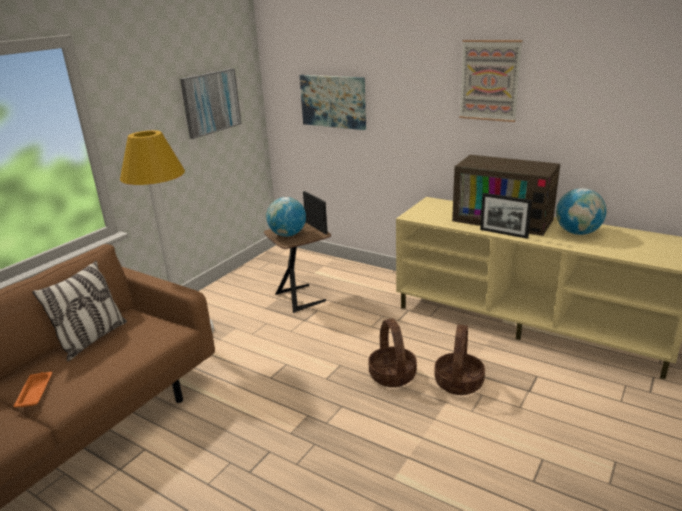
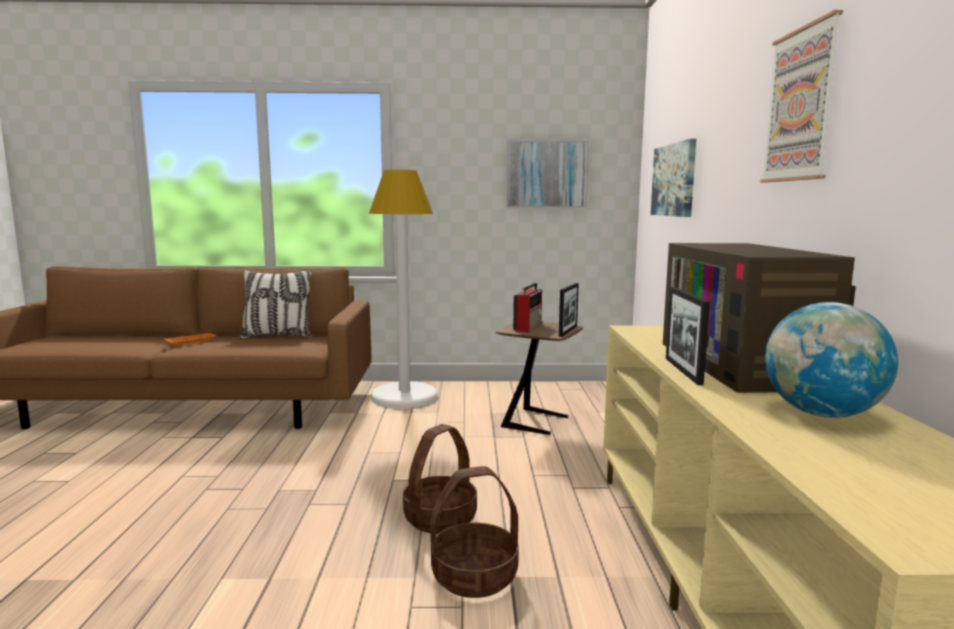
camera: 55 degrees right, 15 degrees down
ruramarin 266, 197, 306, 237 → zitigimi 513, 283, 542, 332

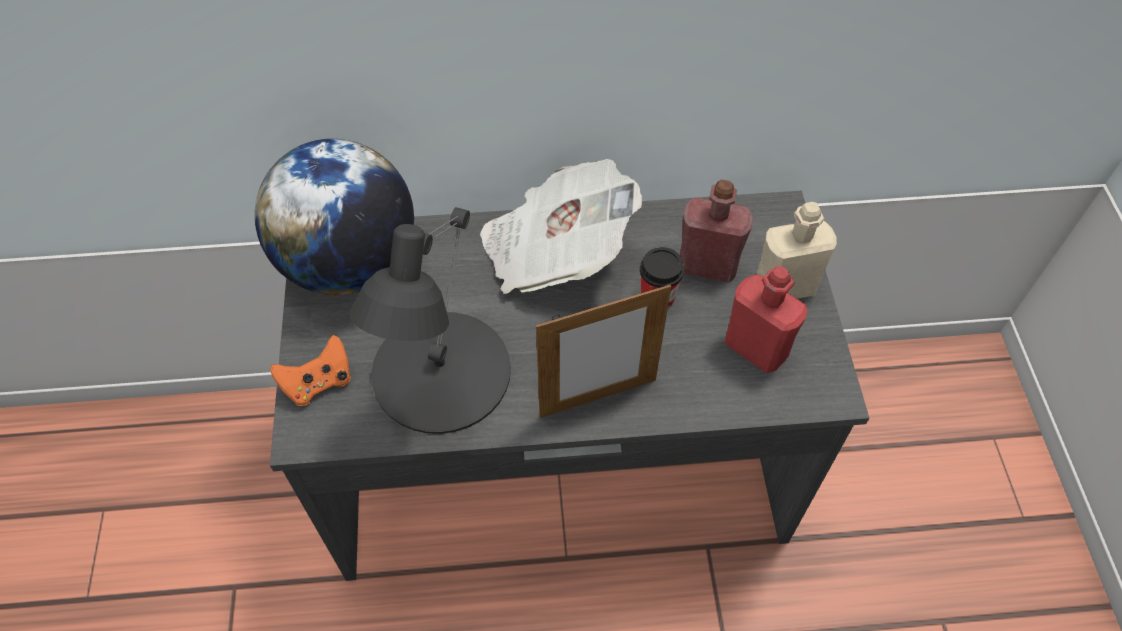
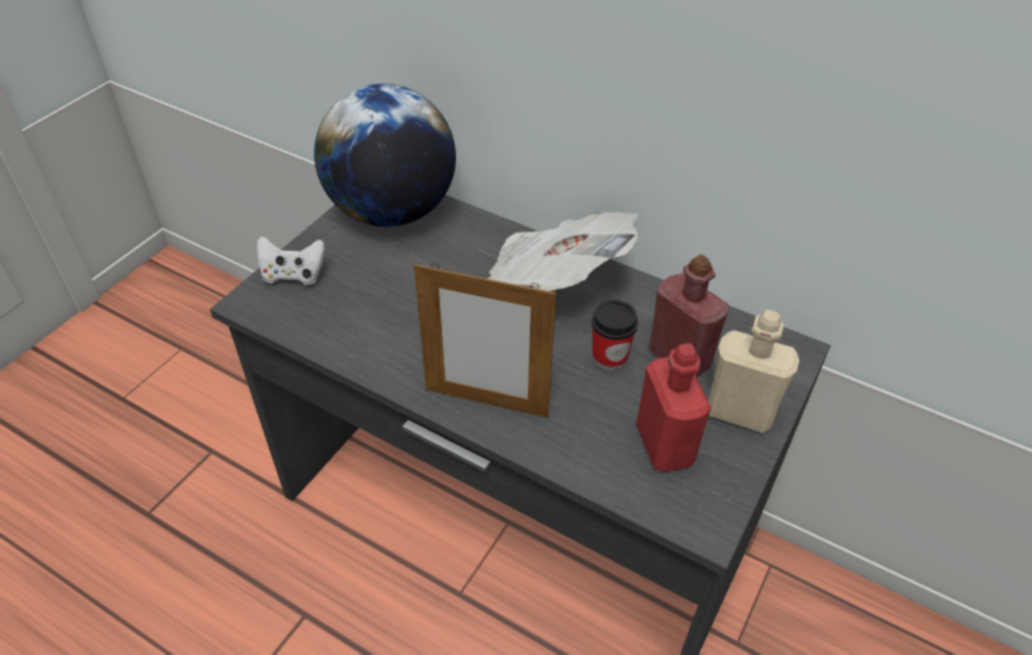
camera: 35 degrees right, 10 degrees down
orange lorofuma 270, 335, 351, 406 → white lorofuma 257, 236, 325, 285
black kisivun 350, 207, 511, 434 → -

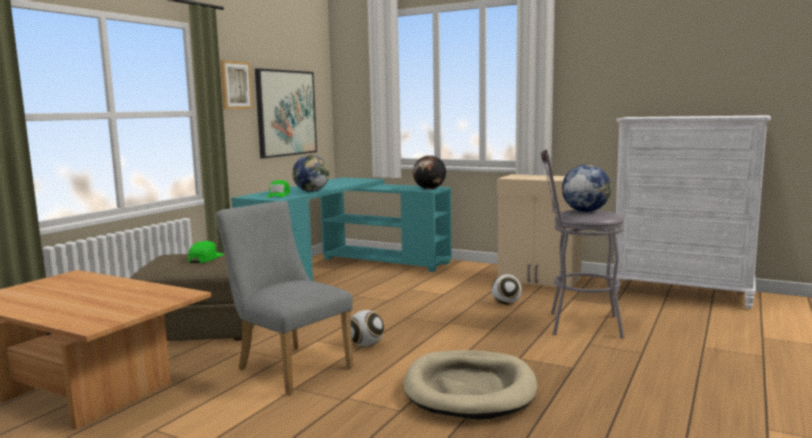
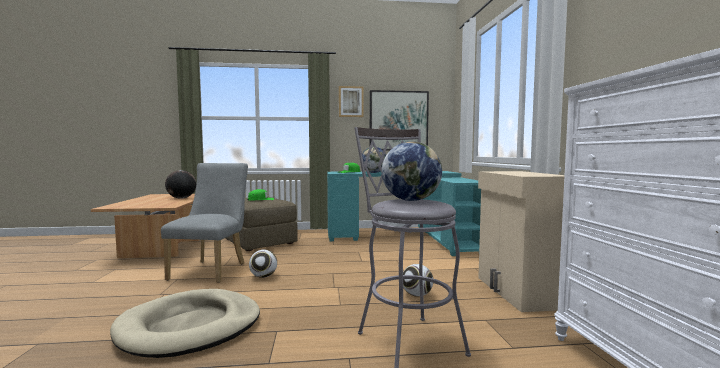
camera: 55 degrees right, 5 degrees down
ruramarin 413, 155, 446, 189 → ruramarin 165, 170, 196, 199, shifted

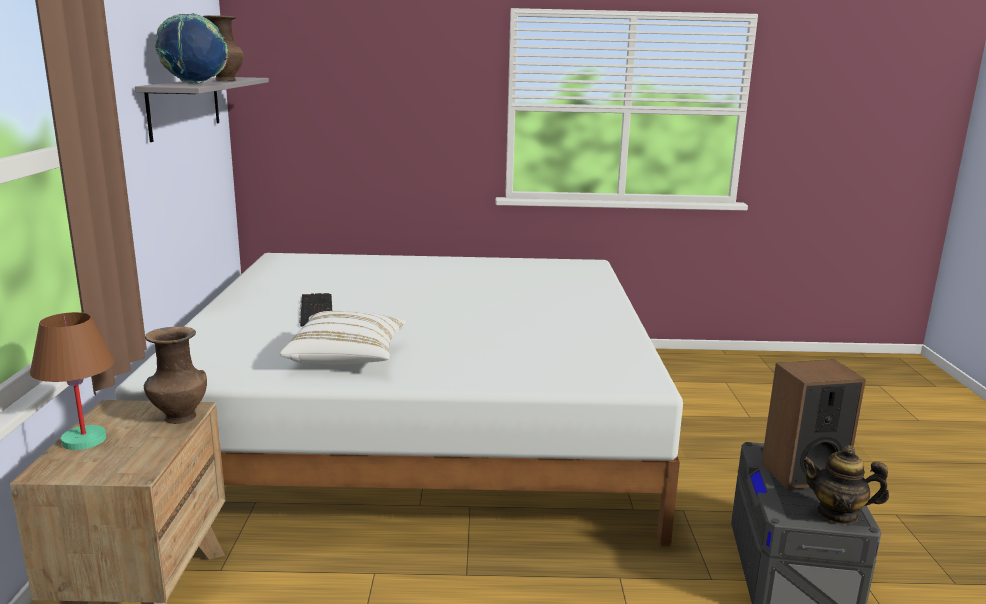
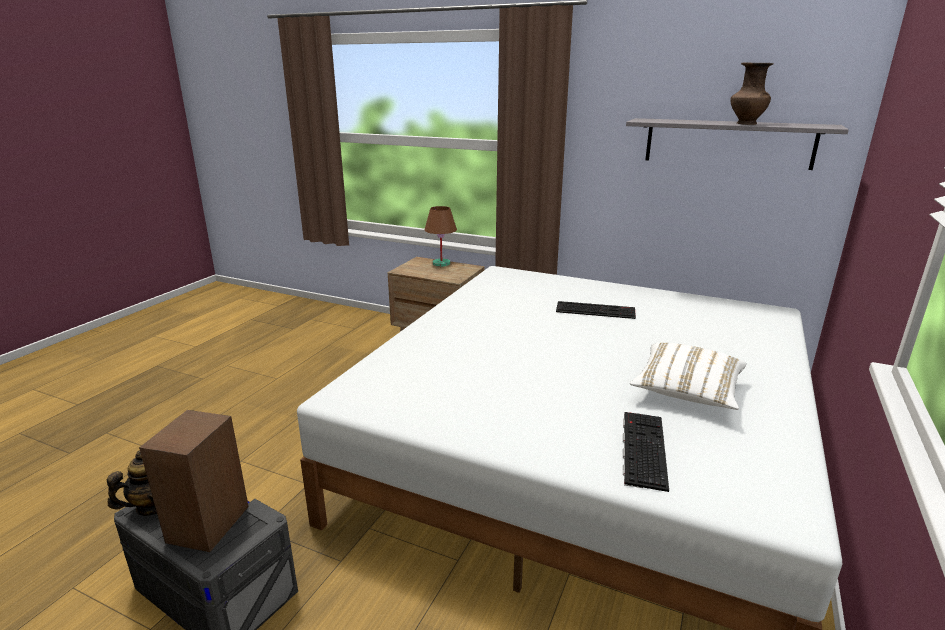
camera: 115 degrees right, 5 degrees up
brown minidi 144, 327, 207, 424 → -
ruramarin 155, 13, 228, 84 → -
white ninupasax 280, 311, 407, 364 → white ninupasax 630, 343, 746, 410, shifted
- → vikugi 623, 412, 669, 492

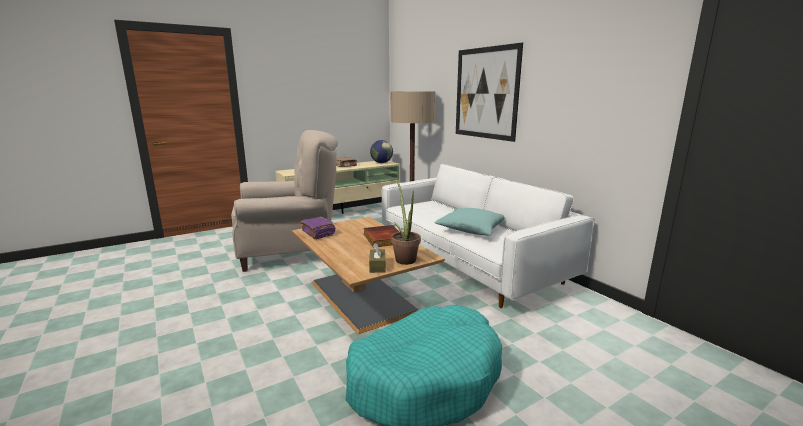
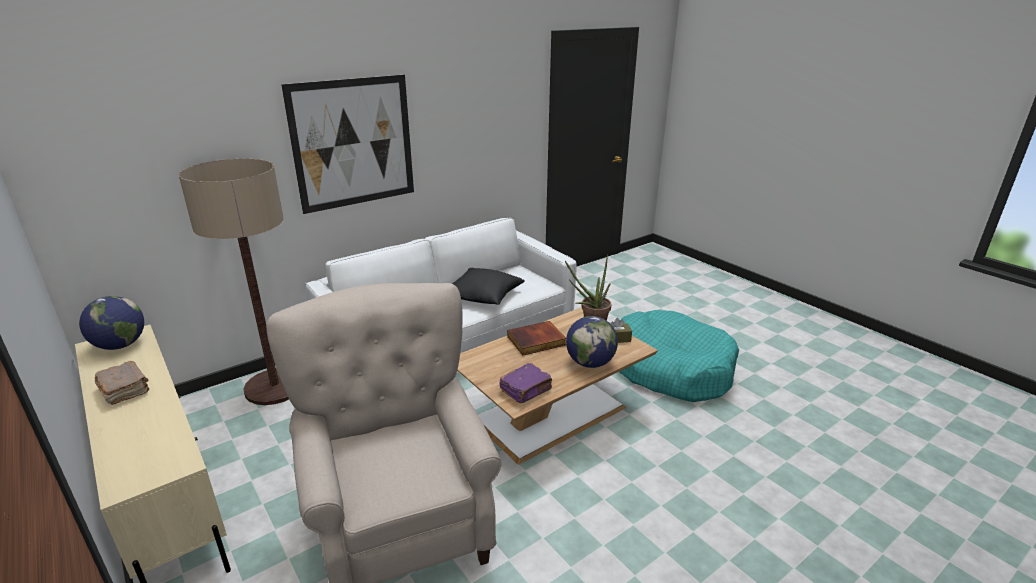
camera: 95 degrees left, 10 degrees up
turquoise ninupasax 435, 208, 504, 236 → black ninupasax 452, 268, 525, 305
- → ruramarin 566, 316, 618, 368

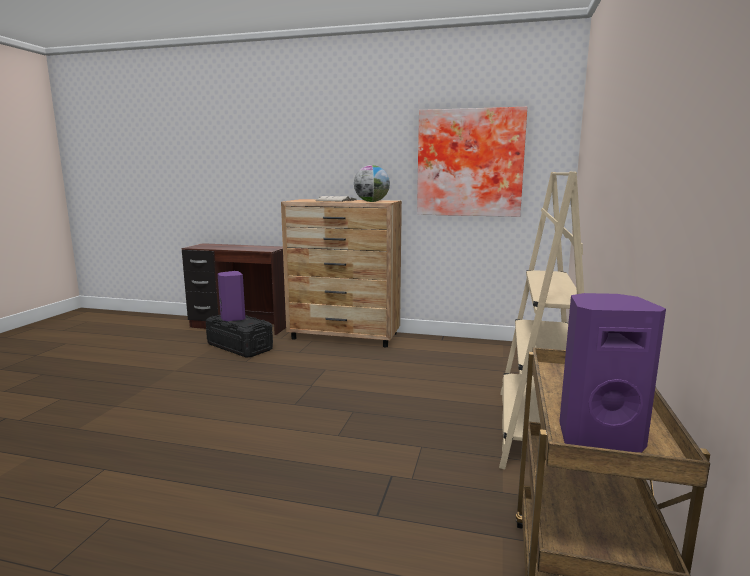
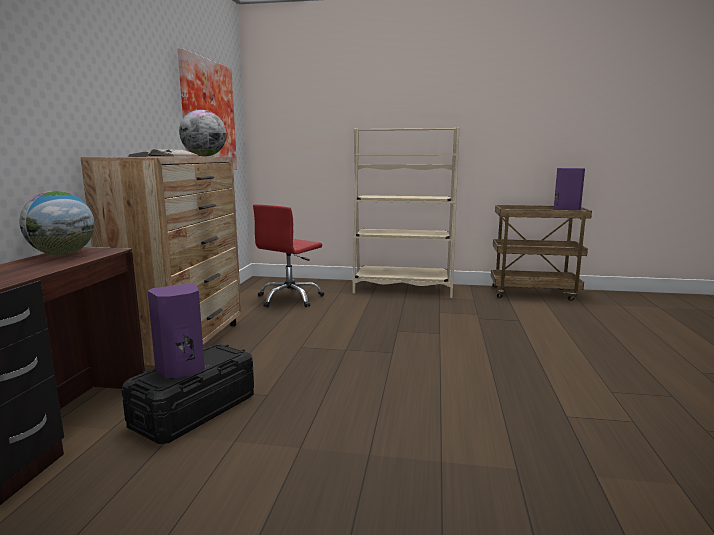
camera: 95 degrees left, 0 degrees up
- → ruramarin 20, 191, 95, 255
- → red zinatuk 253, 204, 324, 308

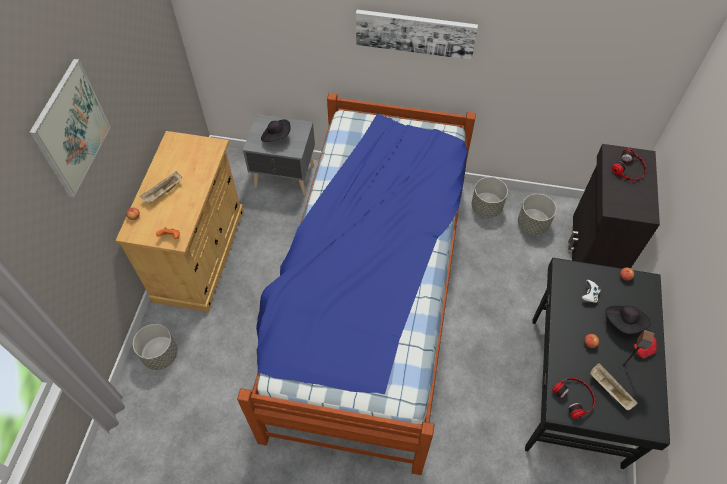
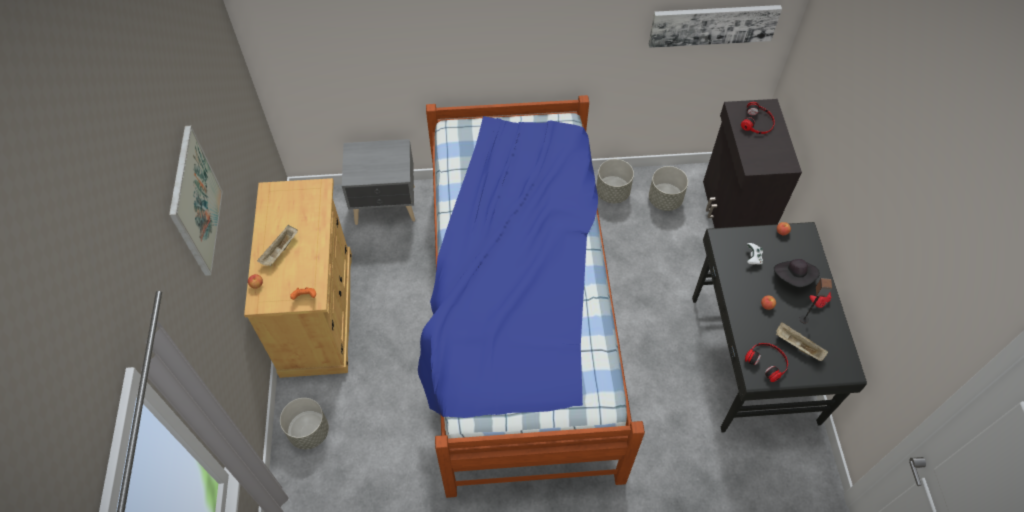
camera: 15 degrees left, 0 degrees up
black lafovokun 261, 119, 291, 142 → -
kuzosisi 356, 10, 478, 60 → kuzosisi 649, 5, 782, 48, shifted

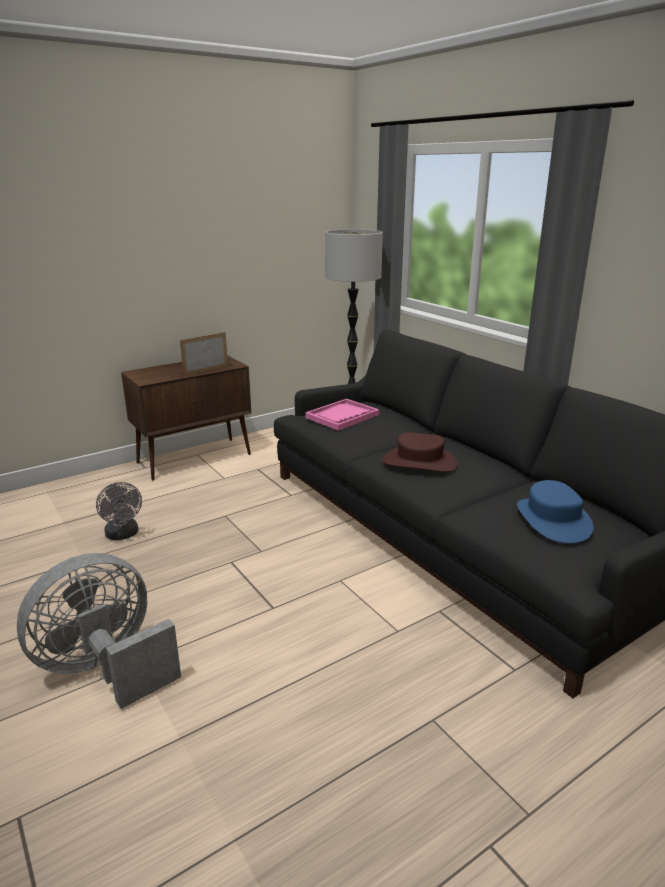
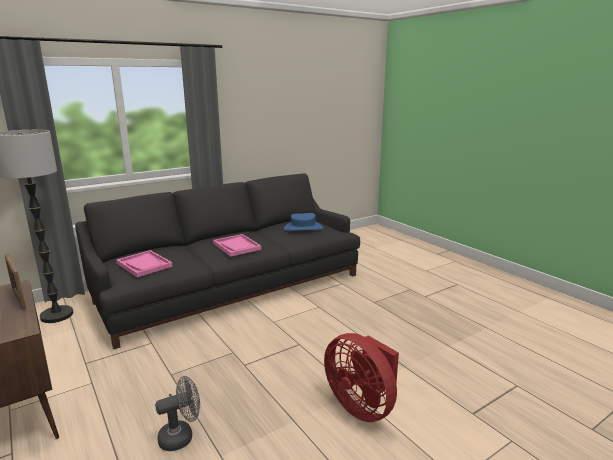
camera: 90 degrees left, 5 degrees down
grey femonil 17, 553, 181, 709 → red femonil 324, 333, 399, 422
brown lafovokun 383, 432, 458, 472 → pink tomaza 213, 234, 261, 257

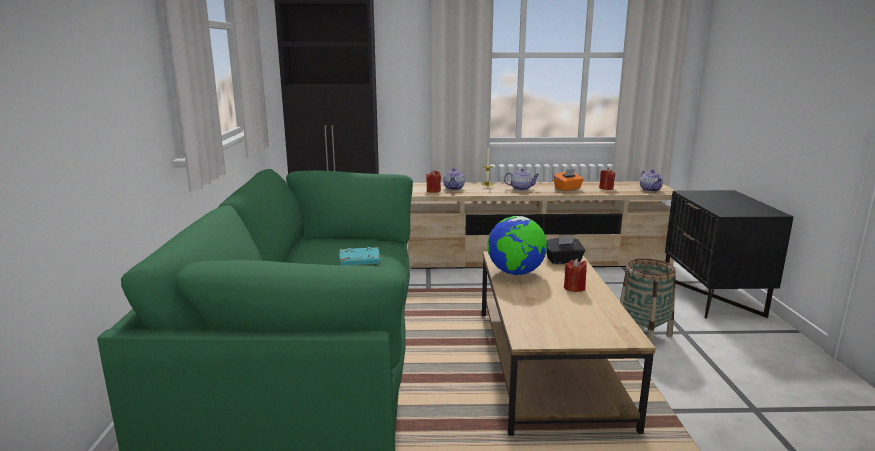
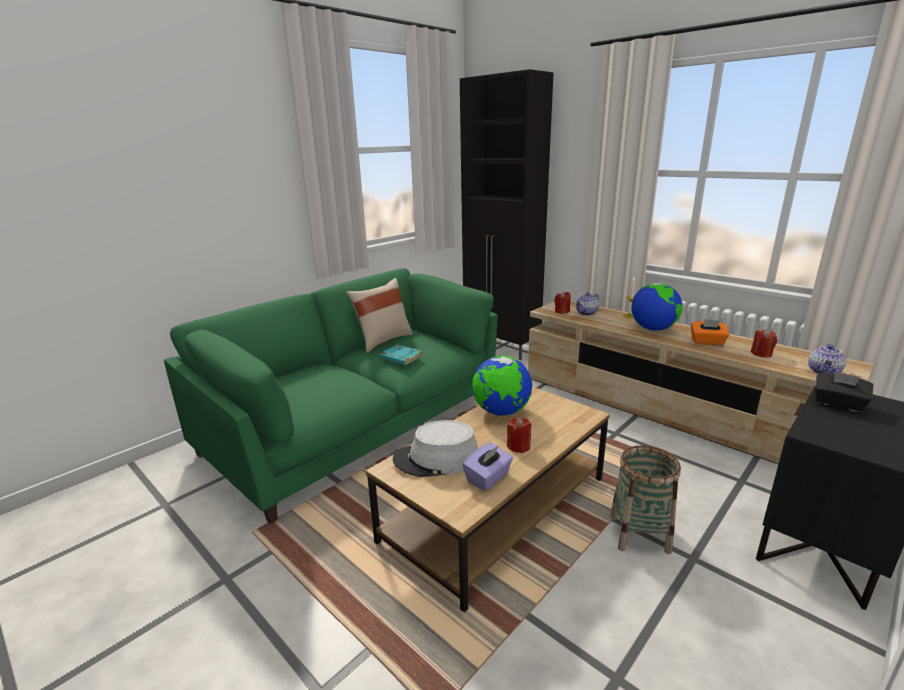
camera: 45 degrees right, 5 degrees up
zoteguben 504, 168, 539, 191 → ruramarin 631, 283, 683, 331
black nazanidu 546, 236, 585, 264 → black nazanidu 815, 371, 874, 413, shifted
- → beige ninupasax 346, 278, 412, 353
- → grey lafovokun 393, 420, 478, 477
- → purple nazanidu 463, 443, 513, 491

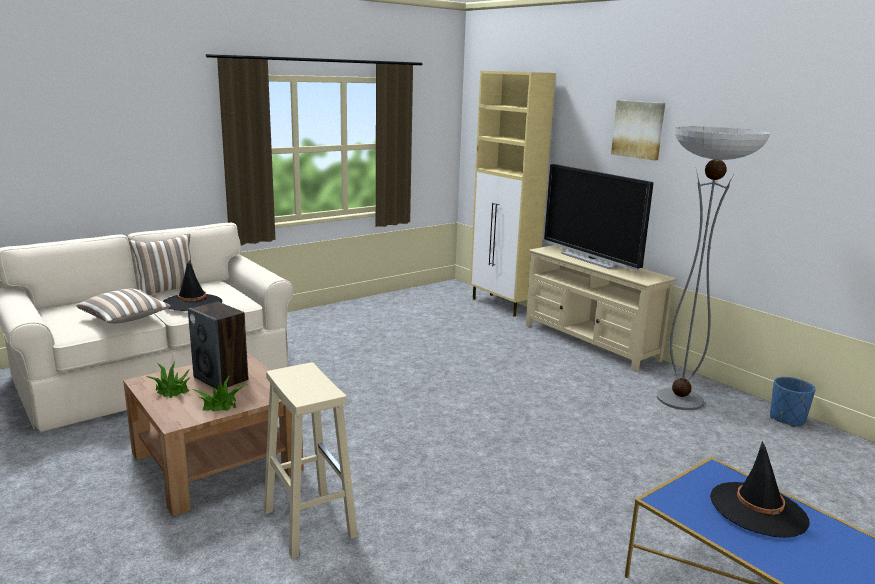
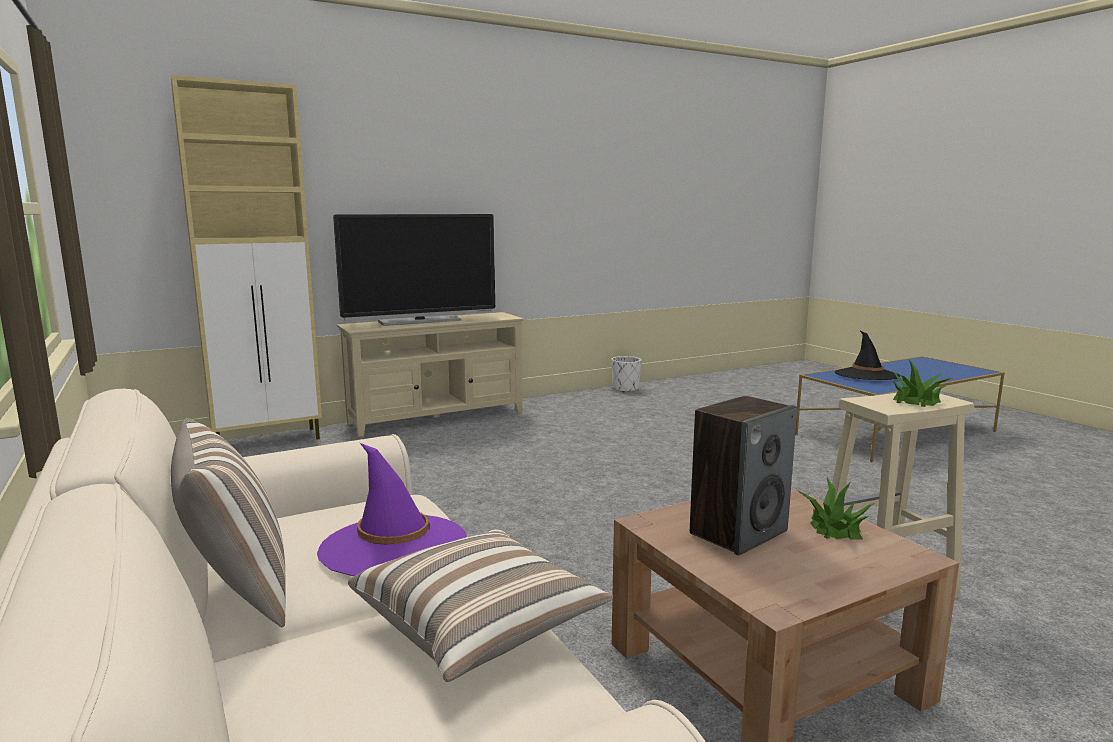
camera: 80 degrees left, 5 degrees down
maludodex 145, 362, 191, 398 → maludodex 893, 360, 953, 407, shifted
black lafovokun 163, 259, 222, 311 → purple lafovokun 317, 443, 467, 576
kuzosisi 611, 100, 665, 160 → -
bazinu 657, 127, 770, 410 → -
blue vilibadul 770, 377, 816, 427 → white vilibadul 612, 356, 642, 392

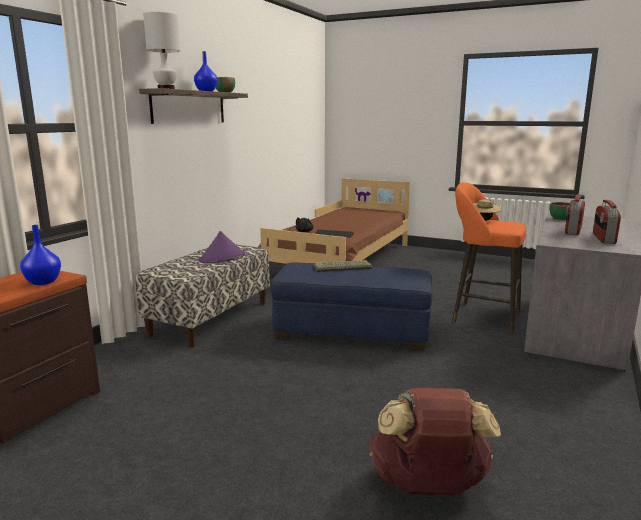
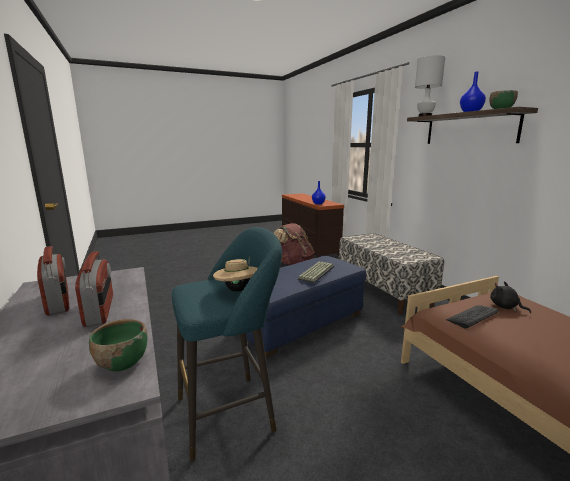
camera: 130 degrees right, 0 degrees up
purple lafovokun 199, 231, 245, 264 → -
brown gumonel 369, 388, 501, 495 → brown gumonel 274, 223, 315, 265, shifted
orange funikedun 452, 182, 526, 332 → turquoise funikedun 172, 227, 282, 462

